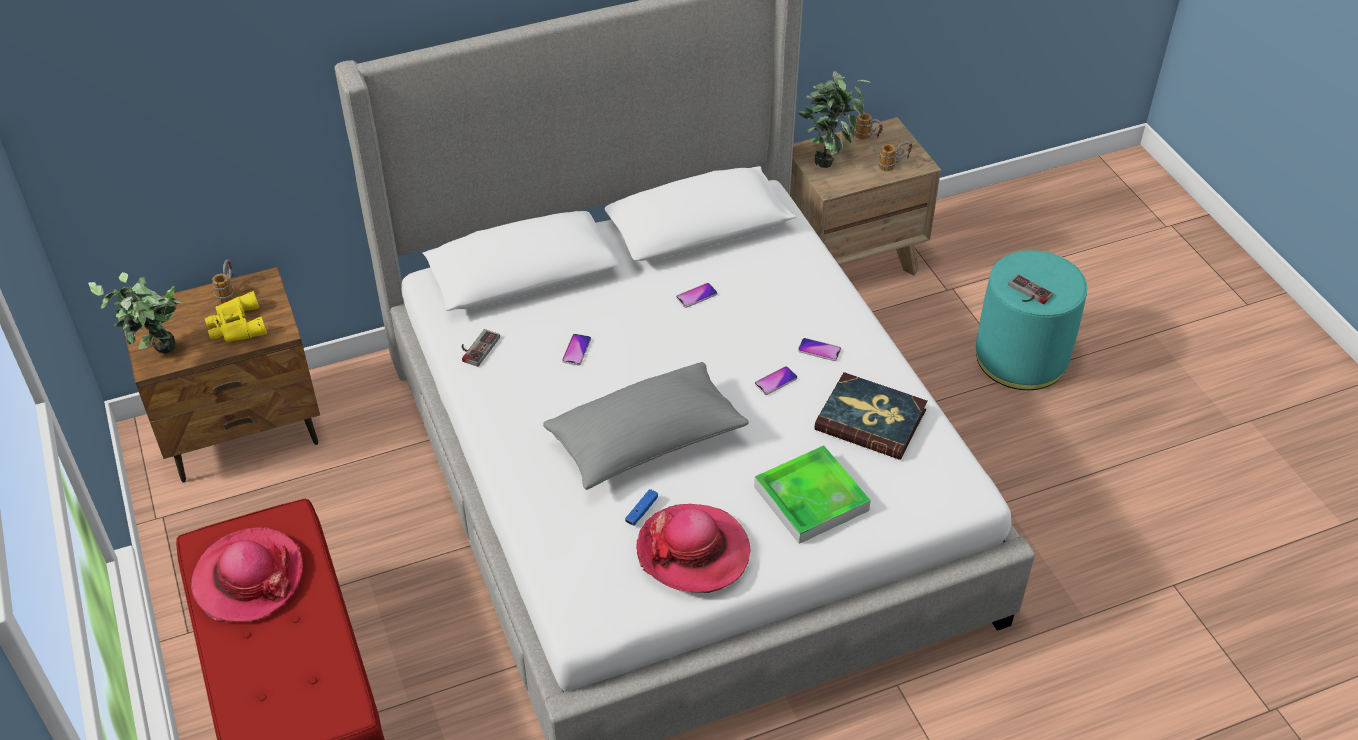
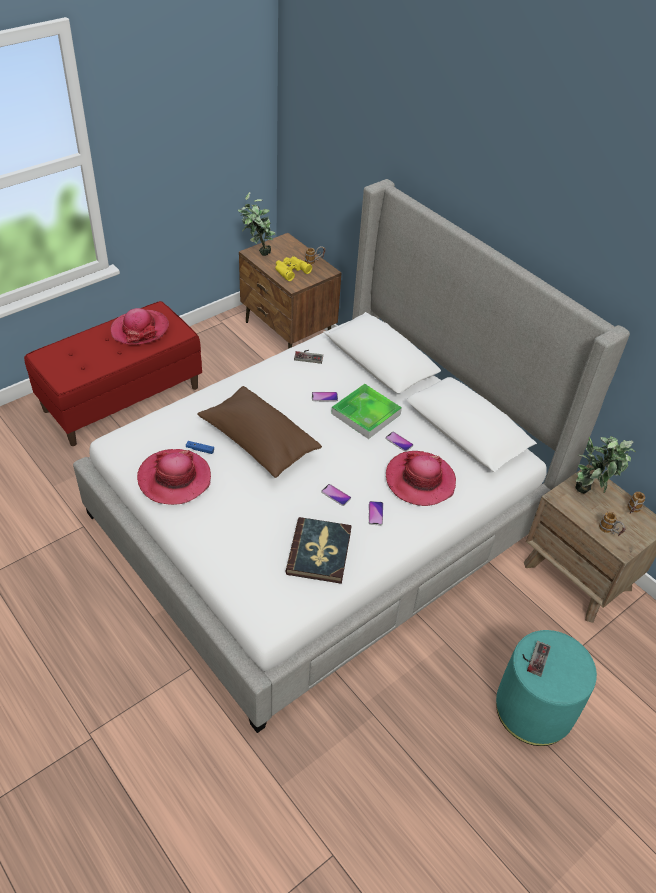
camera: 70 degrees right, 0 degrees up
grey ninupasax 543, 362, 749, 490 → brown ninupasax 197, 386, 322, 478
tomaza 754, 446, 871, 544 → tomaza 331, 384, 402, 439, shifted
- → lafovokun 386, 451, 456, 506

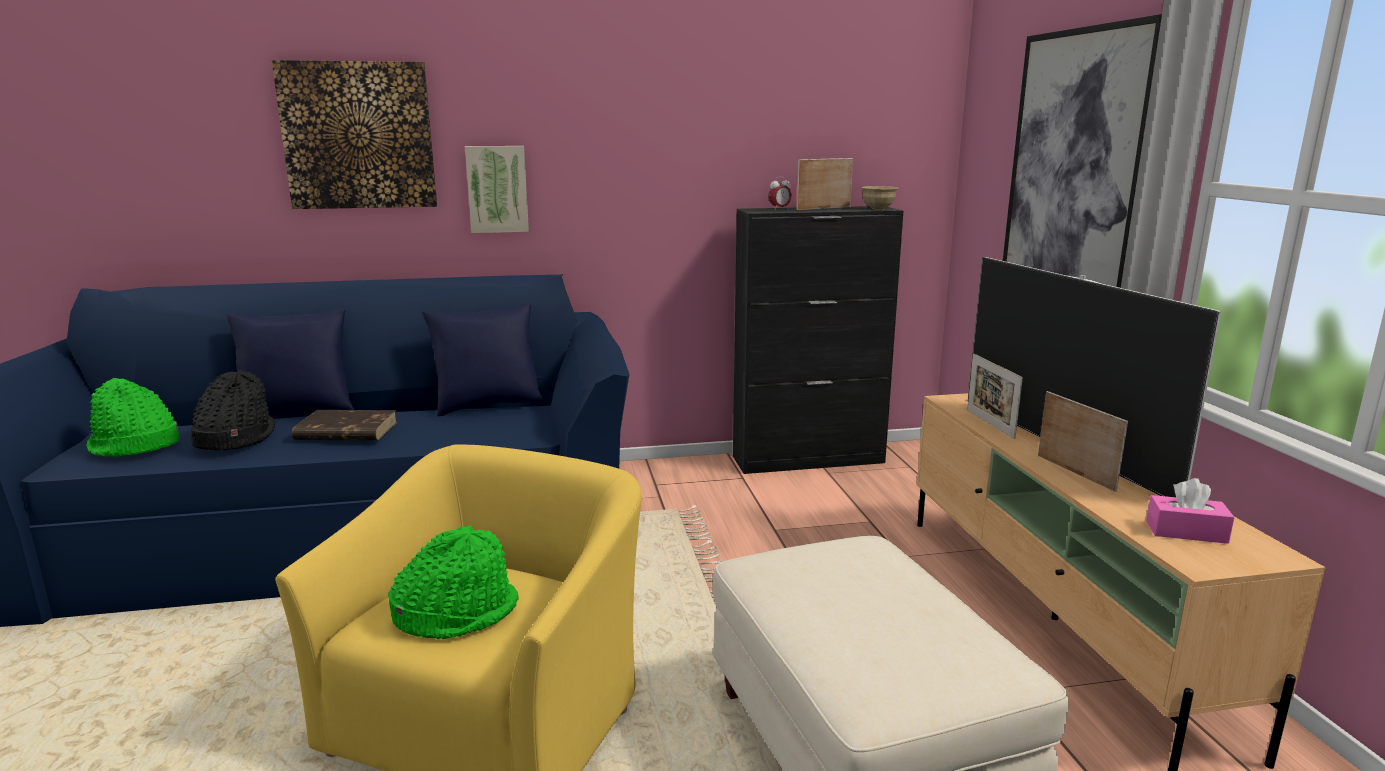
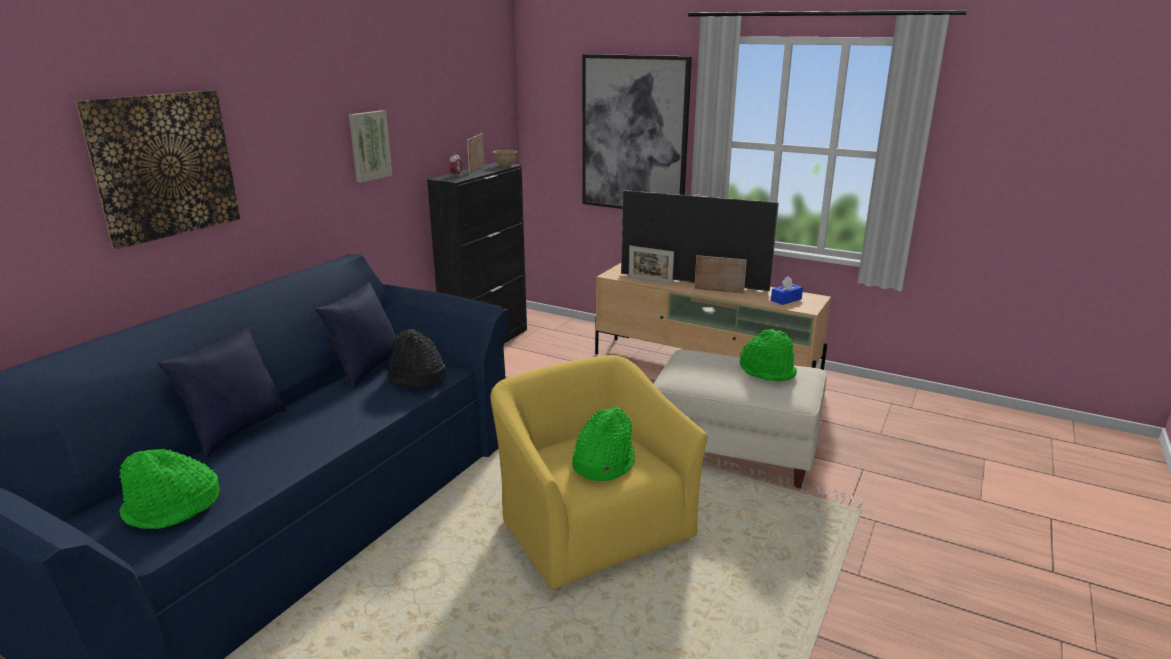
camera: 50 degrees left, 5 degrees up
black lafovokun 191, 370, 275, 450 → black lafovokun 387, 328, 446, 388, shifted
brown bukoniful 292, 410, 397, 441 → -
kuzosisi 465, 146, 529, 233 → kuzosisi 349, 110, 392, 183, shifted
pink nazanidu 1146, 478, 1235, 544 → blue nazanidu 771, 276, 803, 305
- → green lafovokun 740, 328, 797, 381

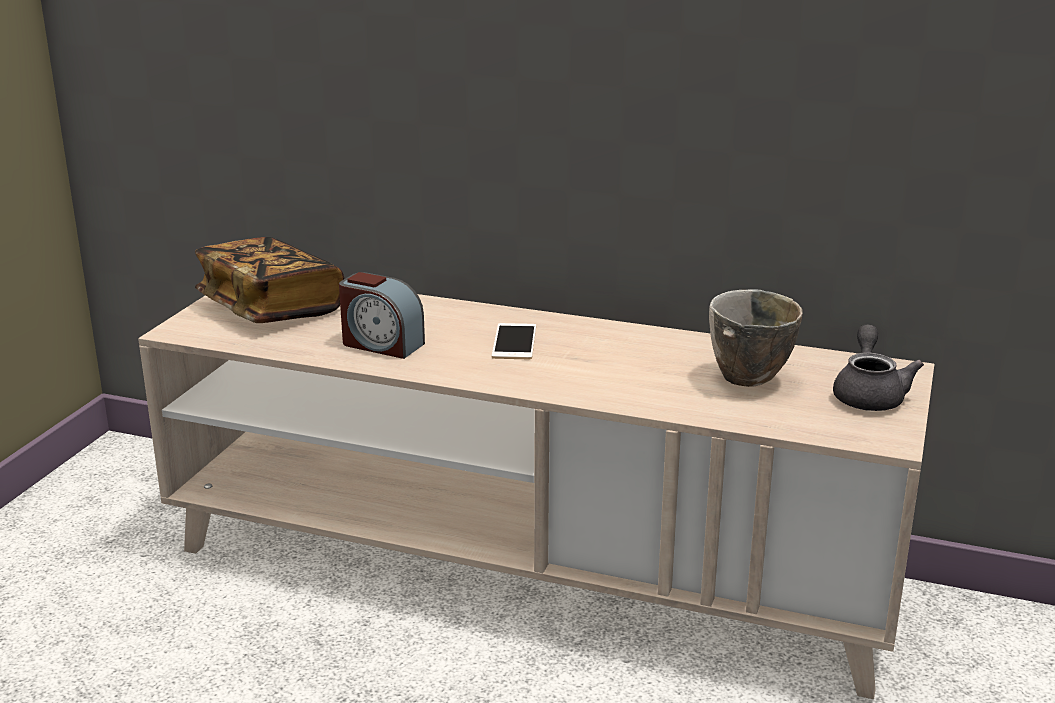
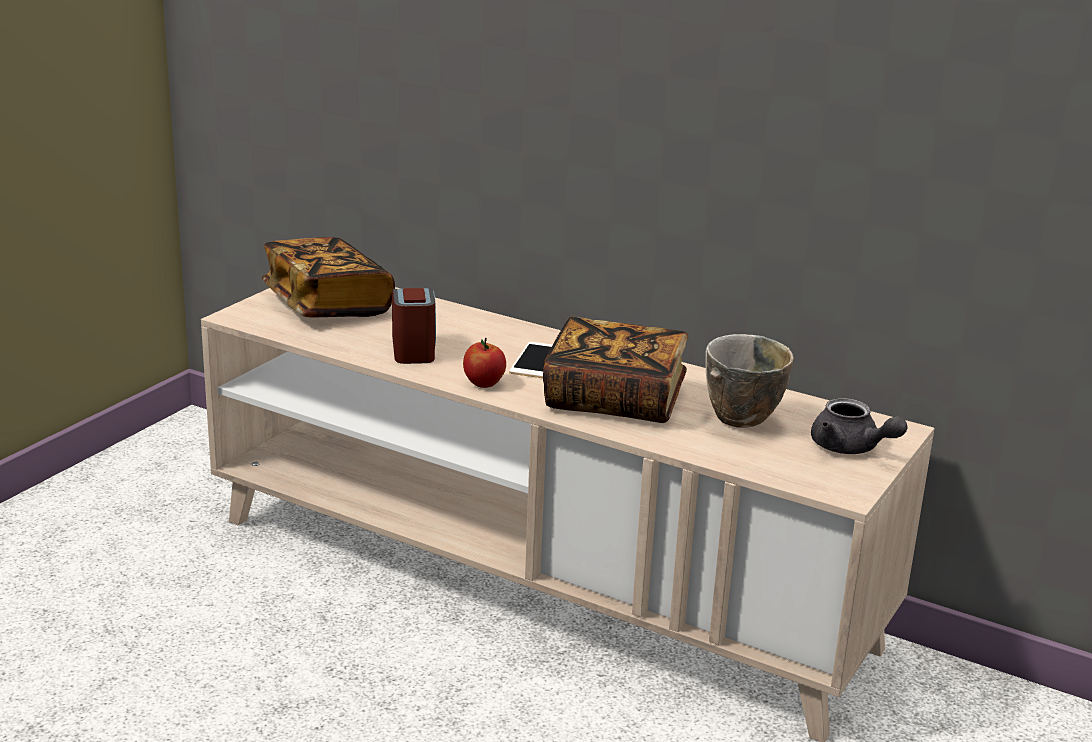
camera: 10 degrees right, 0 degrees up
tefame 339, 272, 425, 359 → tefame 392, 288, 436, 364, 135 degrees counterclockwise
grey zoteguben 833, 324, 924, 411 → grey zoteguben 811, 398, 908, 454, 120 degrees clockwise
- → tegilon 463, 338, 506, 388
- → bukoniful 543, 317, 688, 423

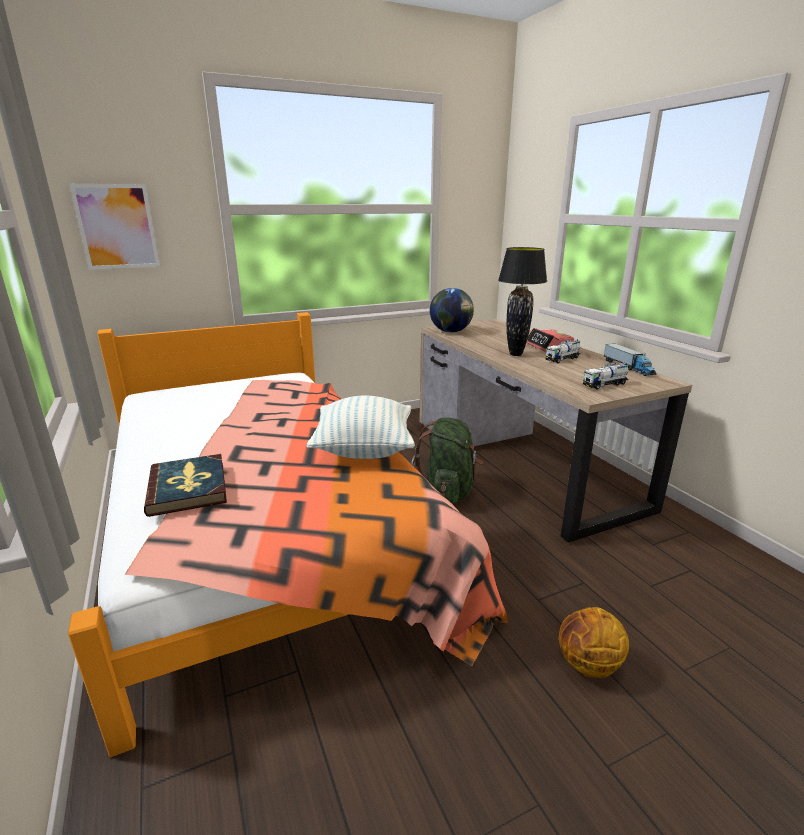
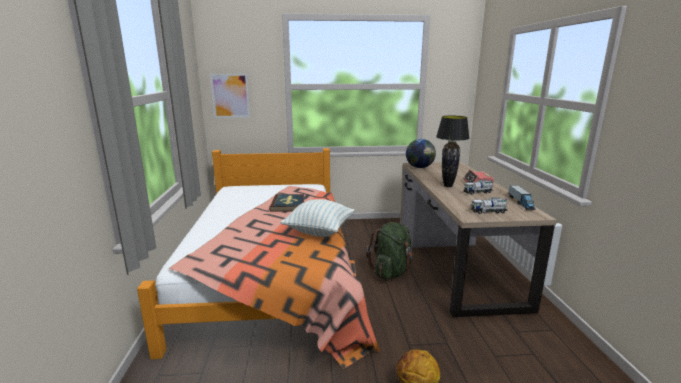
camera: 20 degrees right, 5 degrees down
bukoniful 144, 454, 227, 517 → bukoniful 269, 194, 304, 211, shifted

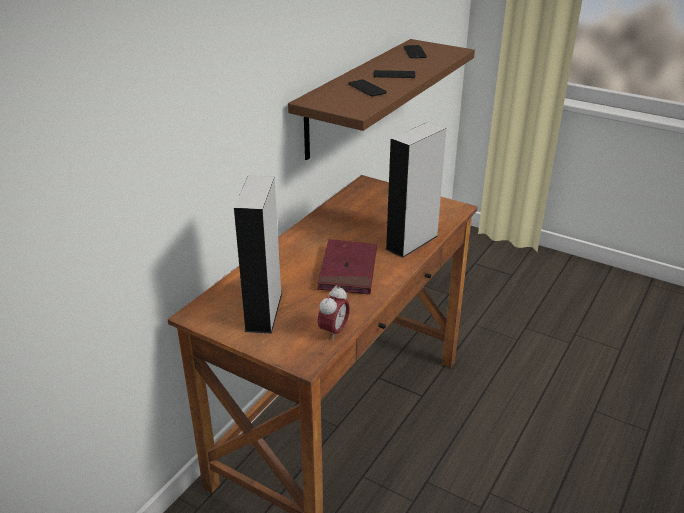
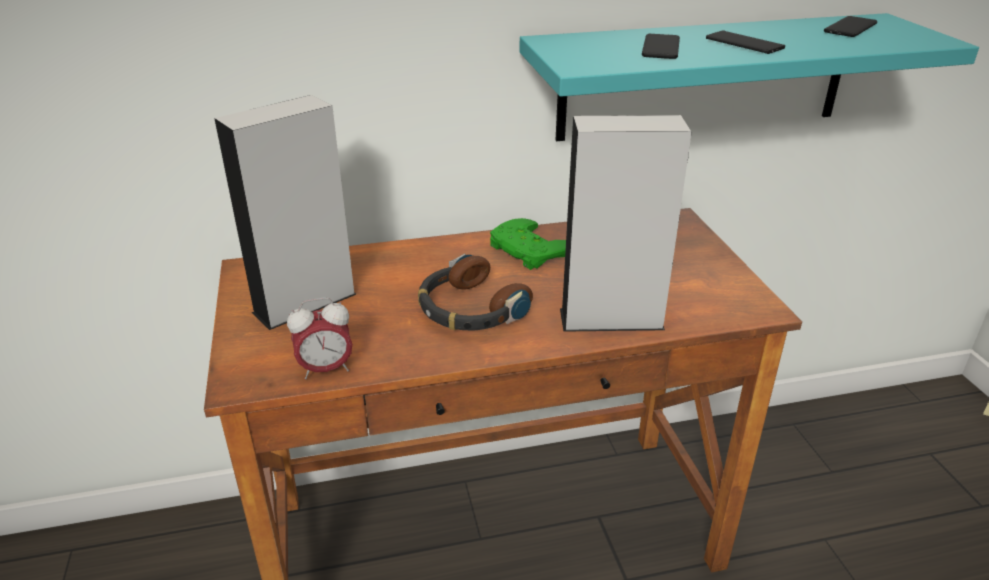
camera: 45 degrees right, 0 degrees up
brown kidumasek 288, 39, 475, 160 → turquoise kidumasek 519, 13, 979, 141
red bukoniful 317, 239, 377, 294 → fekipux 418, 254, 533, 331
- → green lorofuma 490, 218, 566, 270

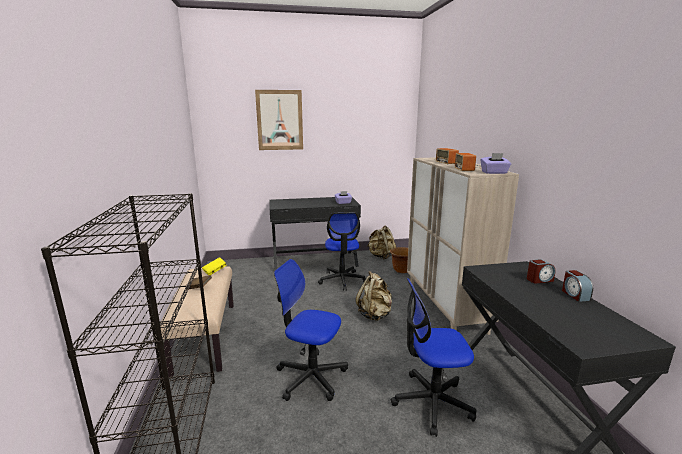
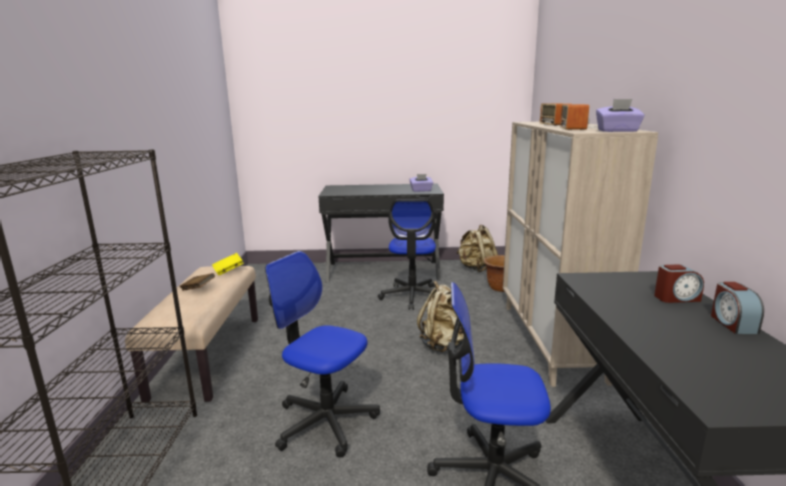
camera: 10 degrees right, 0 degrees up
kuzosisi 255, 90, 303, 150 → -

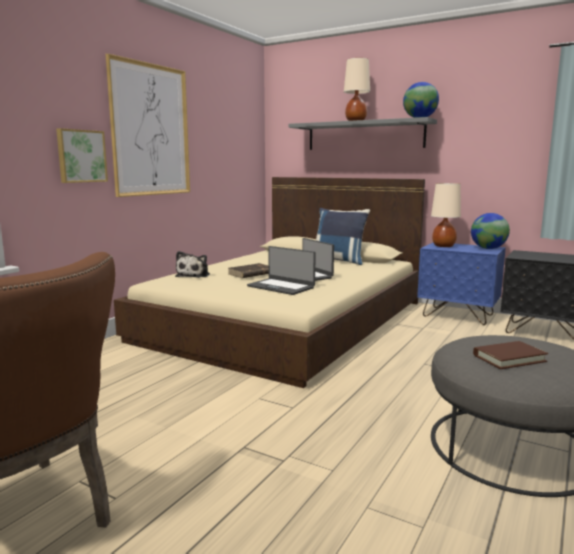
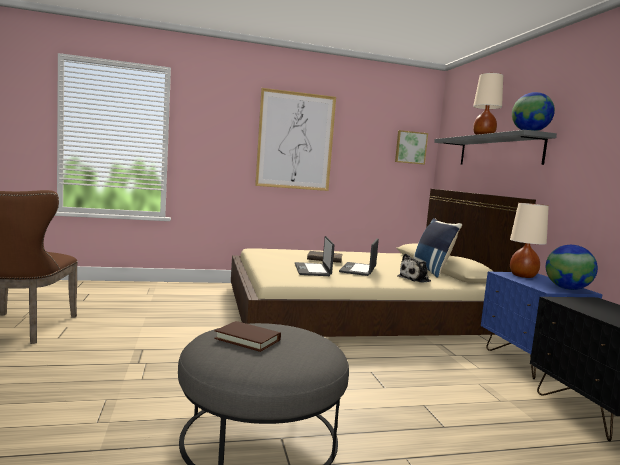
camera: 45 degrees right, 5 degrees down
kuzosisi 56, 128, 108, 183 → kuzosisi 395, 130, 428, 164, shifted
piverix 175, 251, 210, 278 → piverix 398, 254, 431, 283, shifted

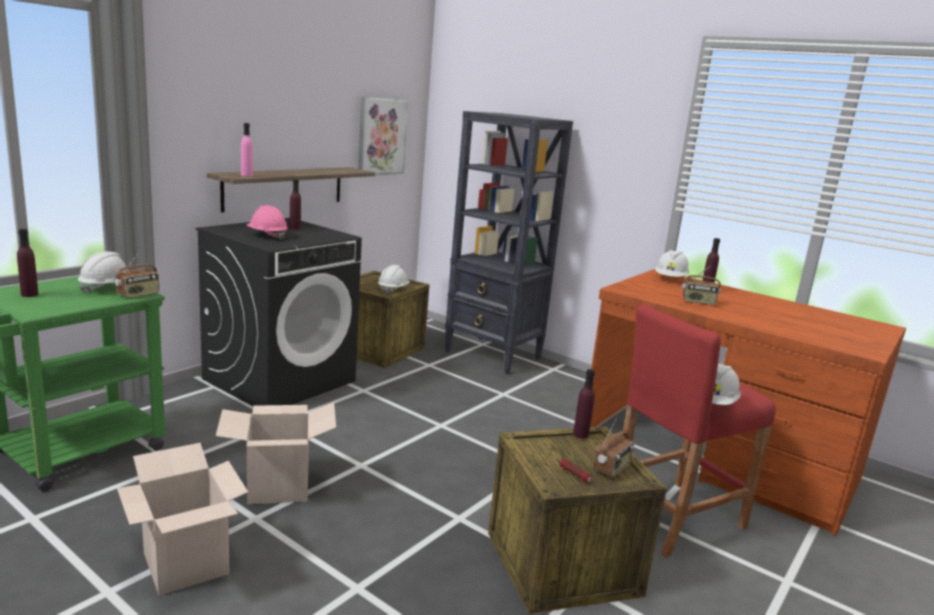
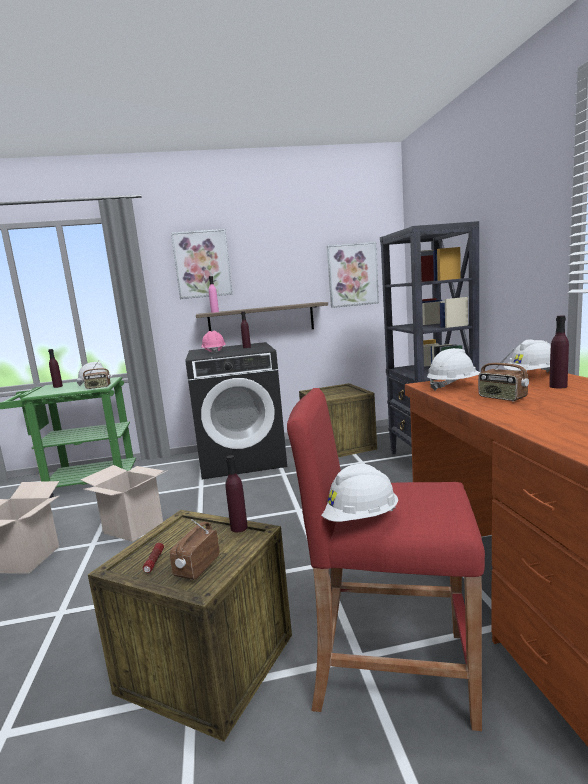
camera: 45 degrees right, 5 degrees down
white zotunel 378, 265, 410, 294 → white zotunel 427, 348, 480, 390, shifted
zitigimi 593, 418, 634, 477 → zitigimi 170, 519, 219, 580, 120 degrees clockwise
- → kuzosisi 171, 229, 232, 299

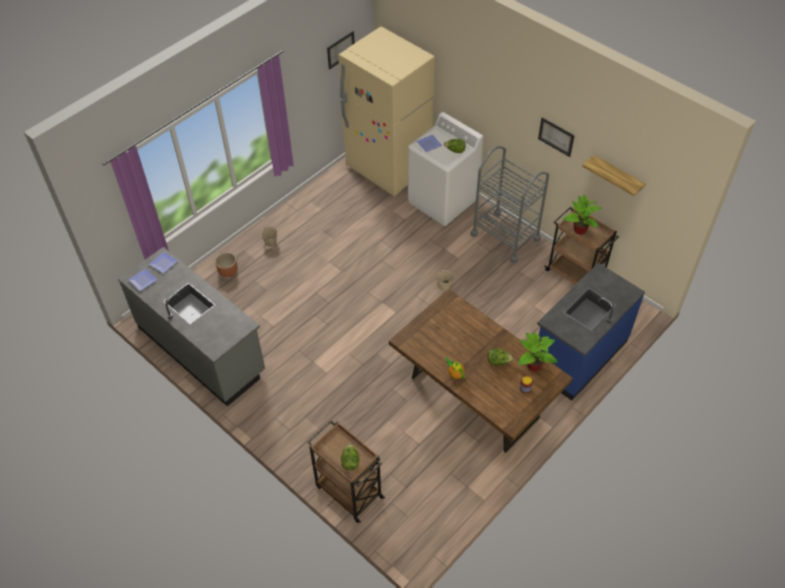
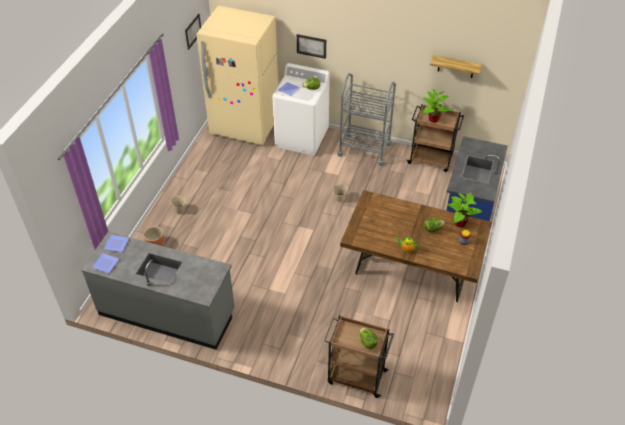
camera: 25 degrees left, 5 degrees down
kuzosisi 538, 118, 575, 157 → kuzosisi 297, 34, 326, 59, shifted

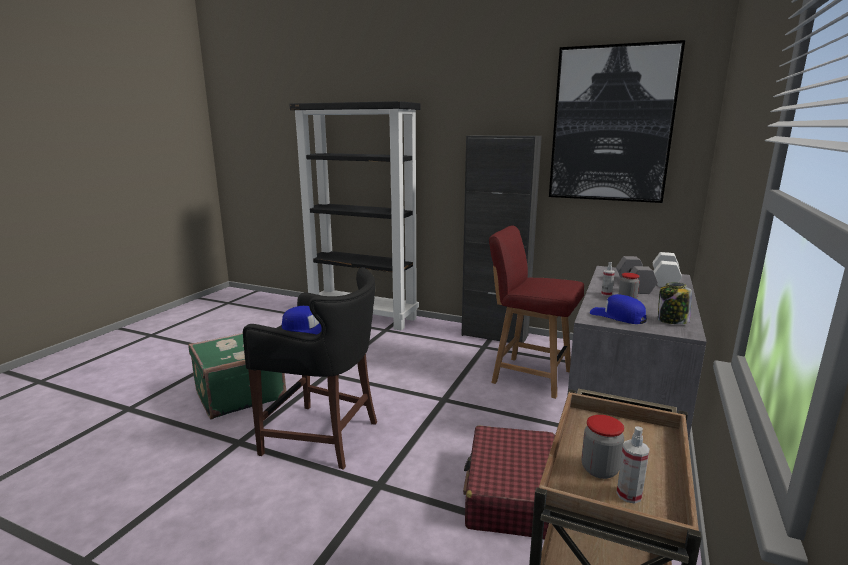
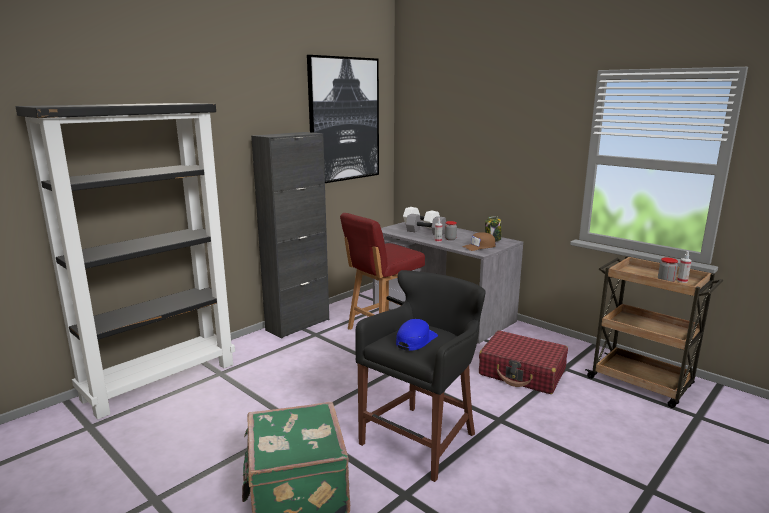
camera: 70 degrees left, 0 degrees up
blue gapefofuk 590, 294, 647, 324 → brown gapefofuk 463, 232, 496, 251

